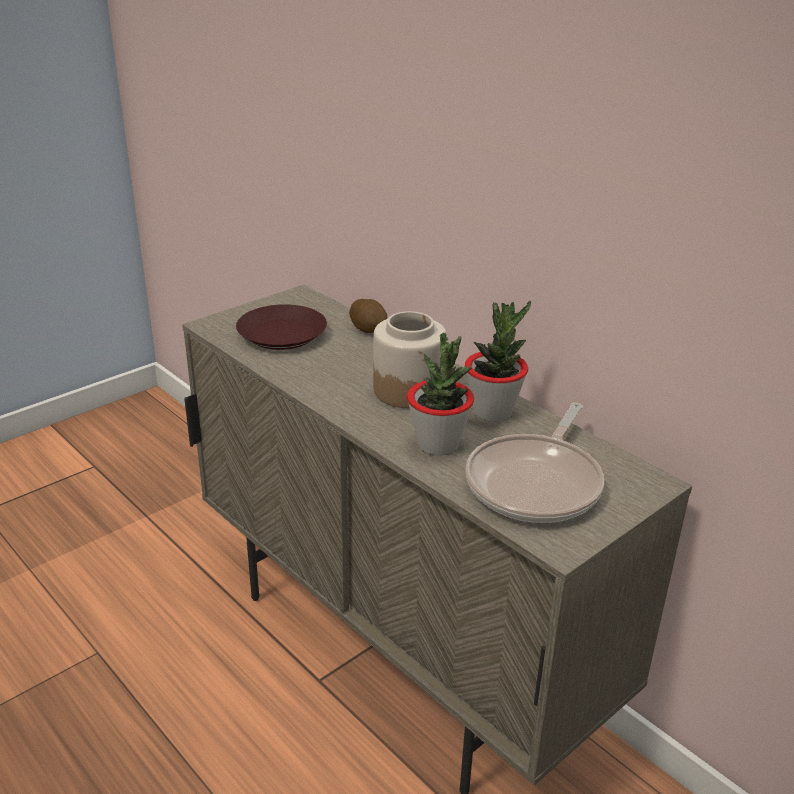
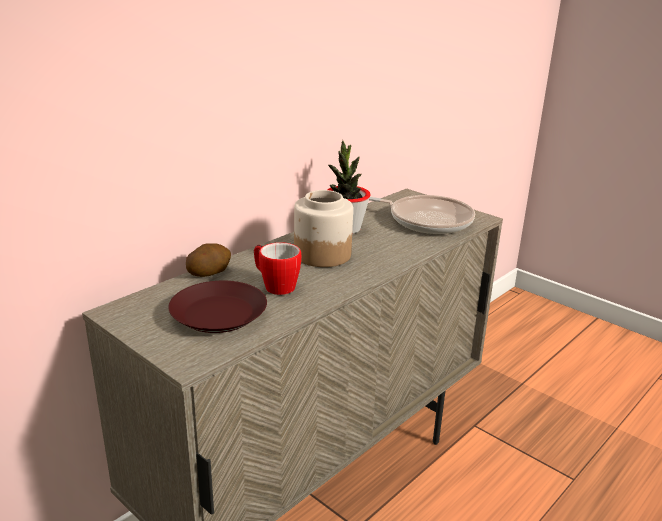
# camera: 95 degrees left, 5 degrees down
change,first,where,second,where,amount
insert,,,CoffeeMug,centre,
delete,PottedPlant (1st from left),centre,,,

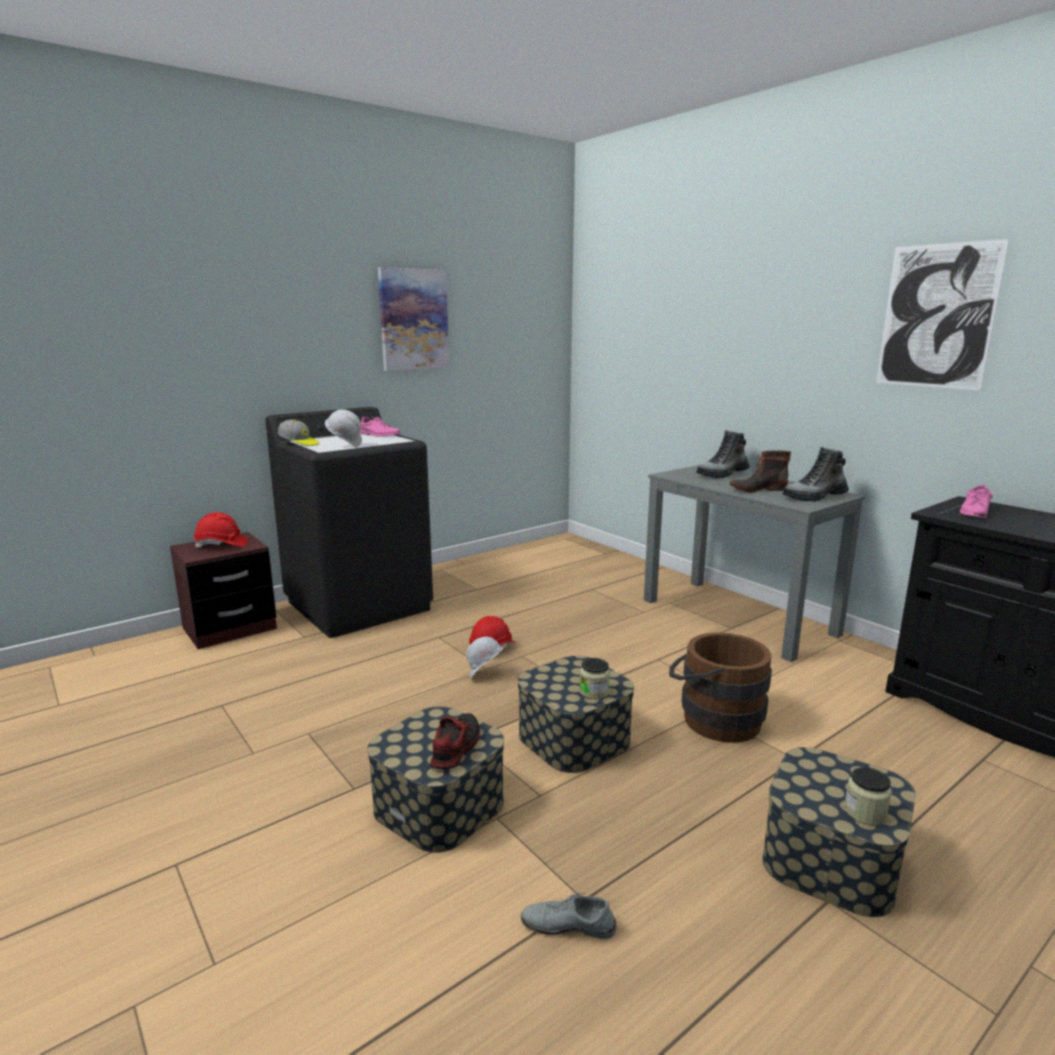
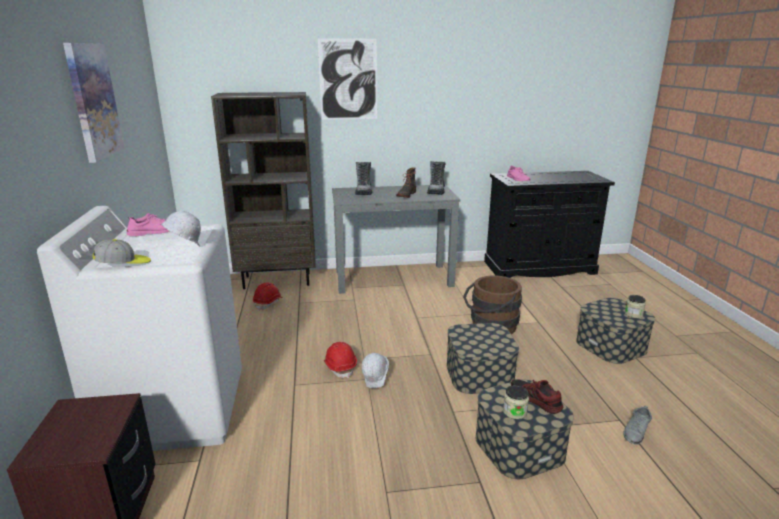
# camera: 60 degrees left, 5 degrees up
change,first,where,second,where,amount
recolor,BlackColouredLaundryAppliance,middle left,WhiteLaundryAppliance,middle left,
insert,,,BrownBookshelf,centre,
move,ReddishWorkHelmet (1st from left),middle left,,centre,
move,WallPicture (2nd from left),top right,,top centre,
move,StorageJar (1st from left),centre,,bottom centre,

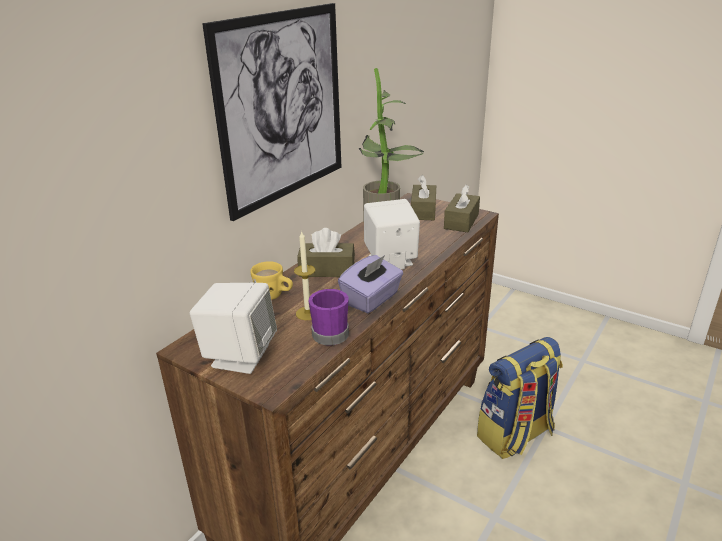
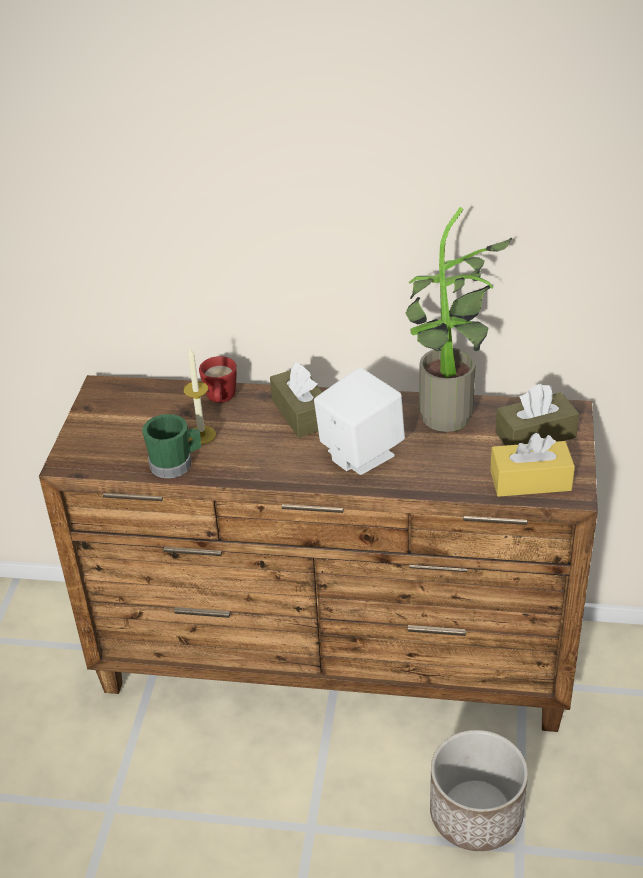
# camera: 65 degrees right, 10 degrees up
change,first,where,second,where,amount
recolor,PurplishCoffeeMug,centre,GreenColouredCoffeeMug,middle left,
recolor,YellowishCoffeeMug,centre,ReddishCoffeeMug,centre,
replace,Knapsack,bottom right,PlantPot,bottom right,
recolor,BrownTissueHolder (3rd from left),centre,YellowishTissueHolder,middle right,
delete,WhiteSpeaker (1st from left),middle left,,,
delete,WallPicture,top centre,,,
delete,PurplishTissueHolder,centre,,,

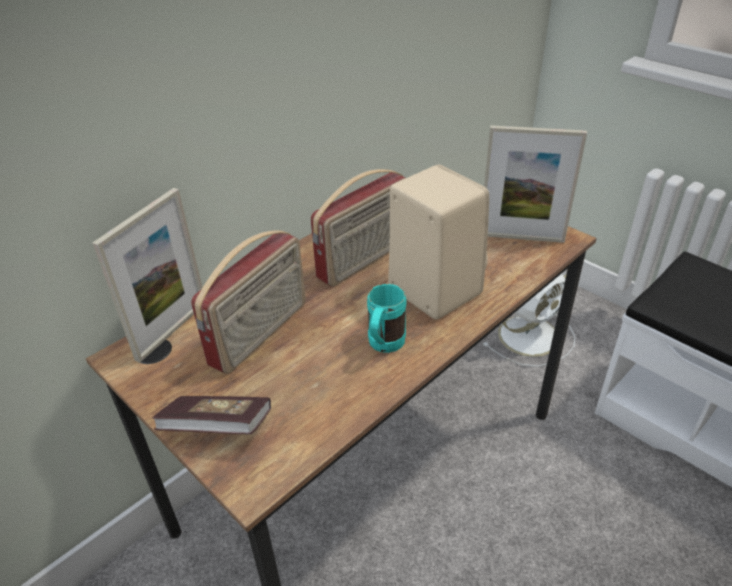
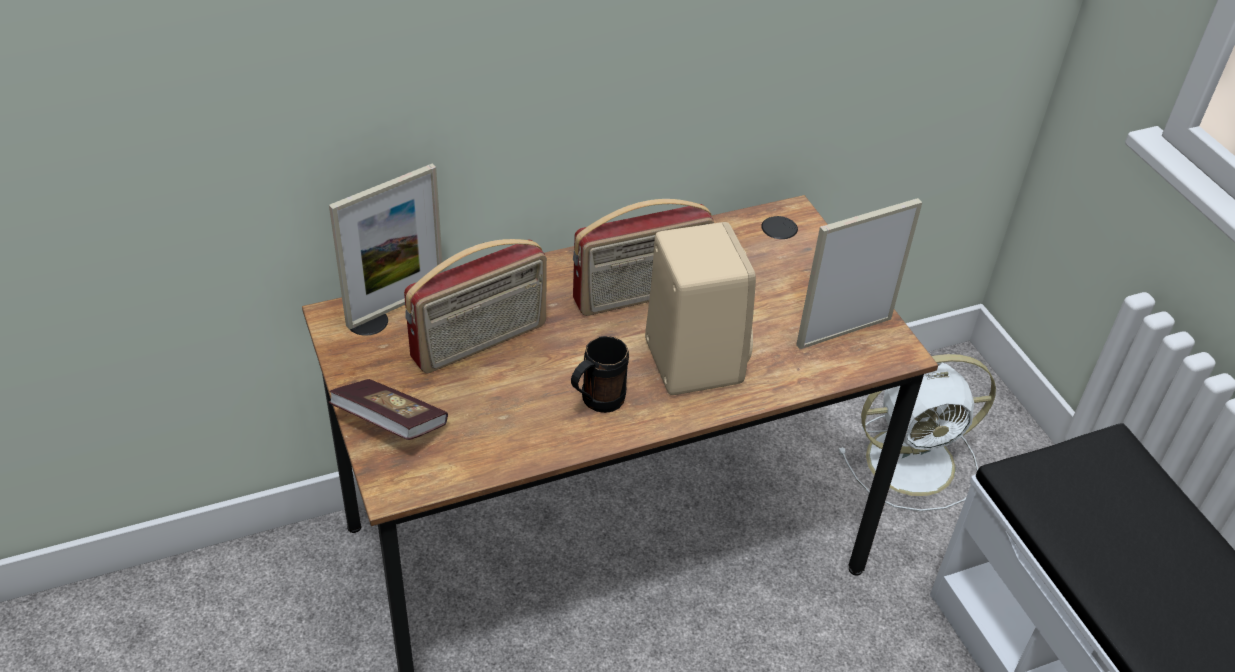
# camera: 20 degrees right, 5 degrees up
change,first,where,second,where,amount
recolor,TurquoiseColouredCoffeeMug,centre,BlackColouredCoffeeMug,centre,
rotate,StandingFrame (2nd from left),top right,,middle right,120 degrees clockwise

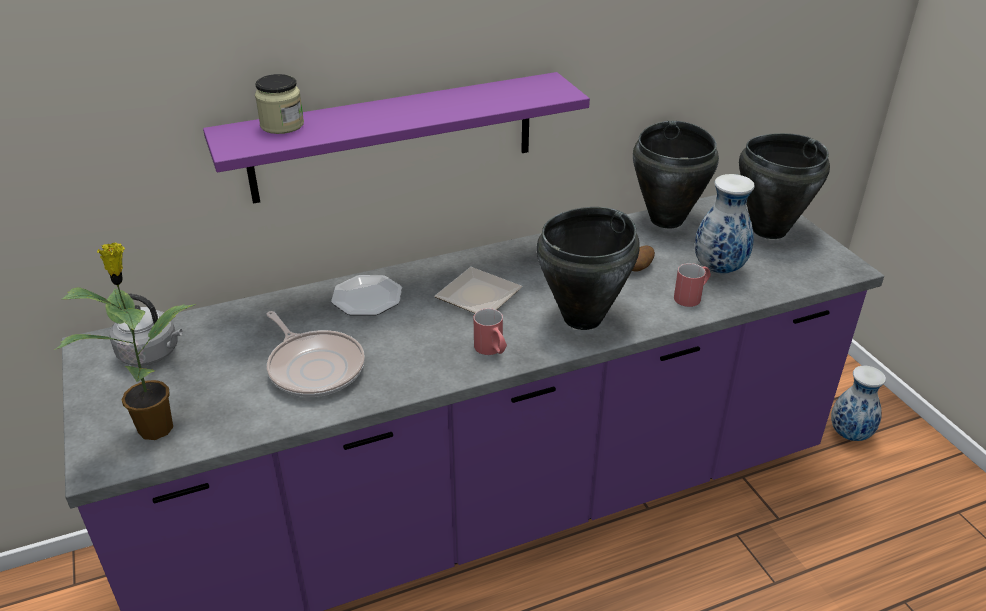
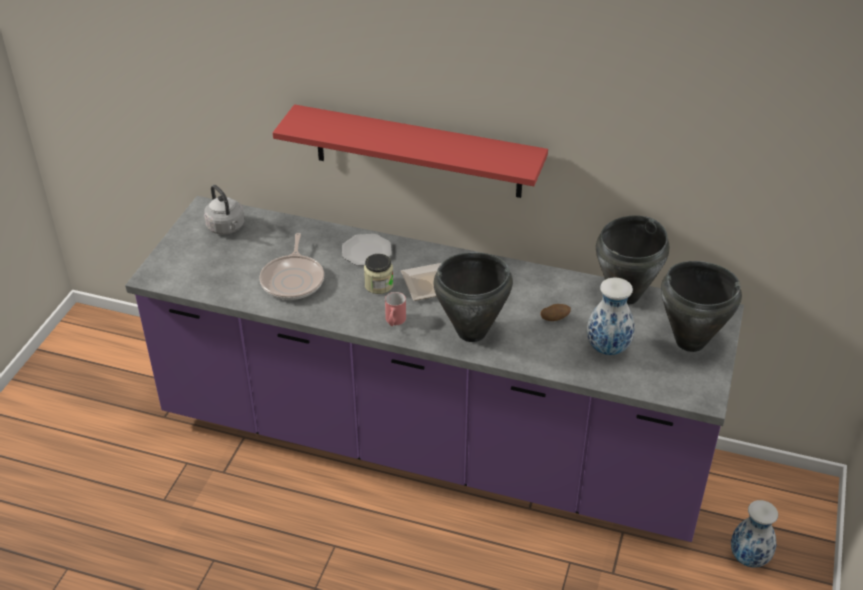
# camera: 40 degrees right, 5 degrees up
change,first,where,second,where,amount
recolor,PurplishBracketShelf,top centre,ReddishBracketShelf,top centre,
move,StorageJar,top left,,centre,
delete,PottedPlant,middle left,,,
delete,ReddishCoffeeMug (2nd from left),middle right,,,

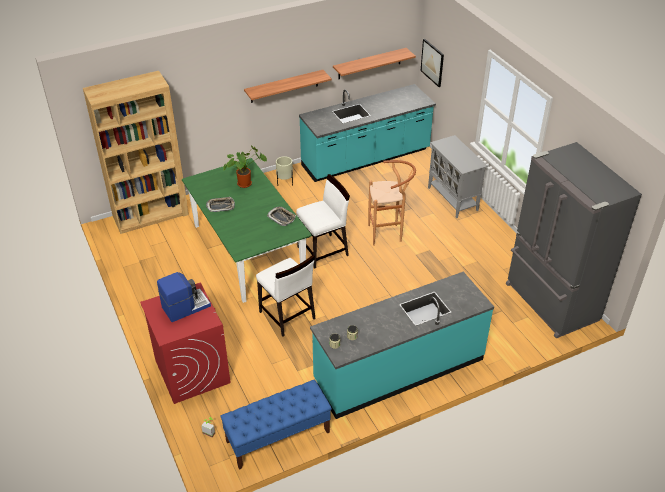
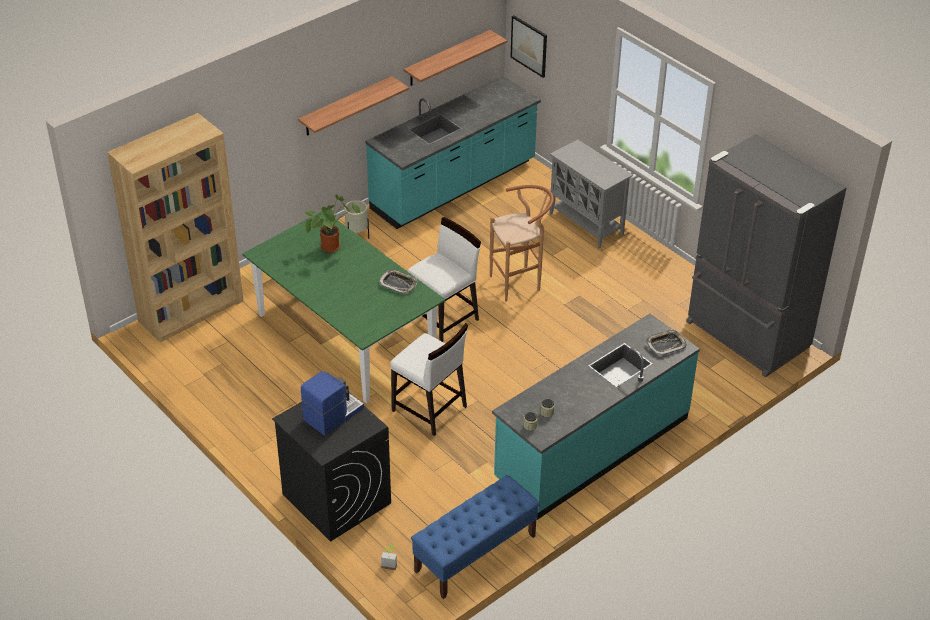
# camera: 15 degrees left, 0 degrees up
change,first,where,second,where,amount
recolor,ReddishLaundryAppliance,bottom left,BlackColouredLaundryAppliance,bottom centre,
move,CarryingTray (1st from left in the first image),middle left,CarryingTray (2nd from left),middle right,

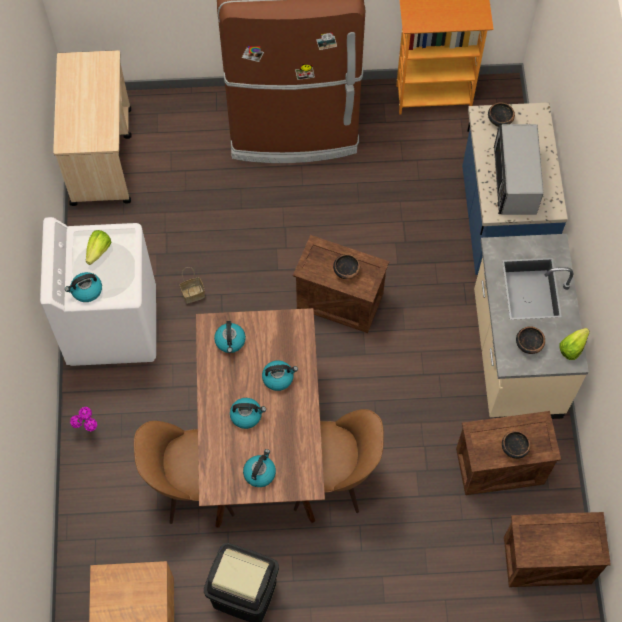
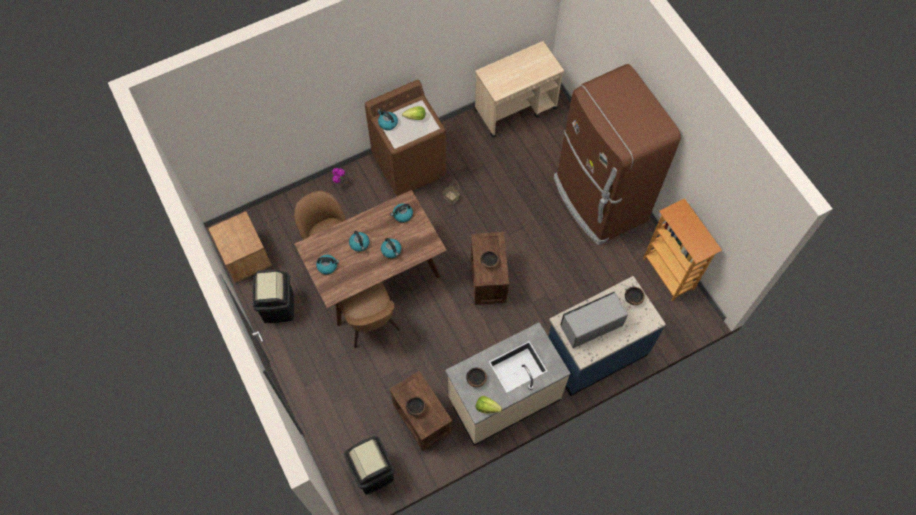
# camera: 65 degrees right, 0 degrees up
change,first,where,second,where,amount
replace,Crate (3rd from left),bottom right,BlackColouredTrashCan (2nd from left),bottom centre,
recolor,WhiteLaundryAppliance,middle left,BrownLaundryAppliance,top centre,

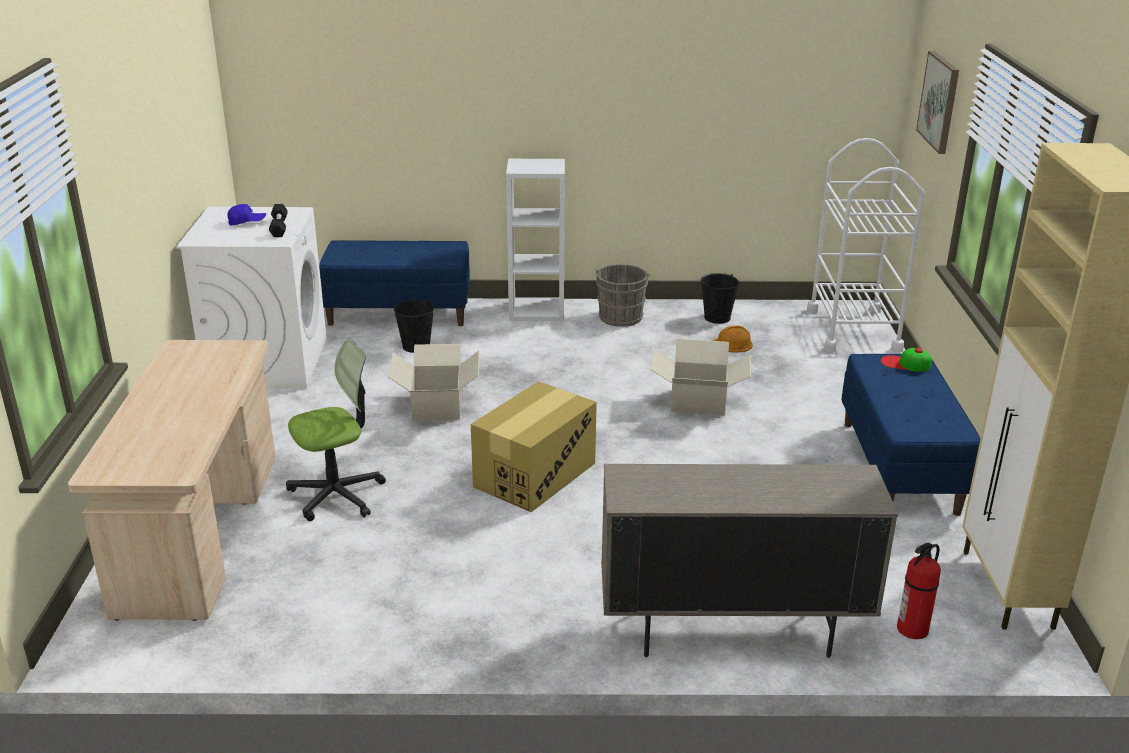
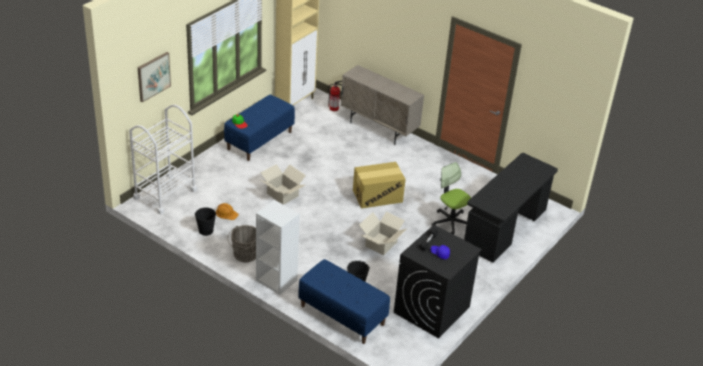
# camera: 145 degrees left, 10 degrees up
change,first,where,second,where,amount
recolor,WhiteLaundryAppliance,middle left,BlackColouredLaundryAppliance,bottom centre,
rotate,ComputerChair,middle left,,centre,45 degrees clockwise
recolor,SandColouredDesk,middle left,BlackColouredDesk,middle right,

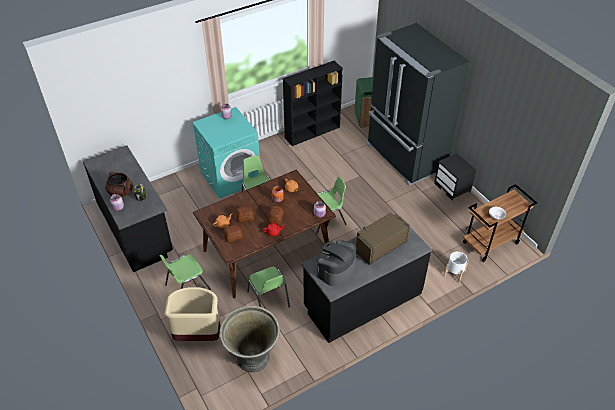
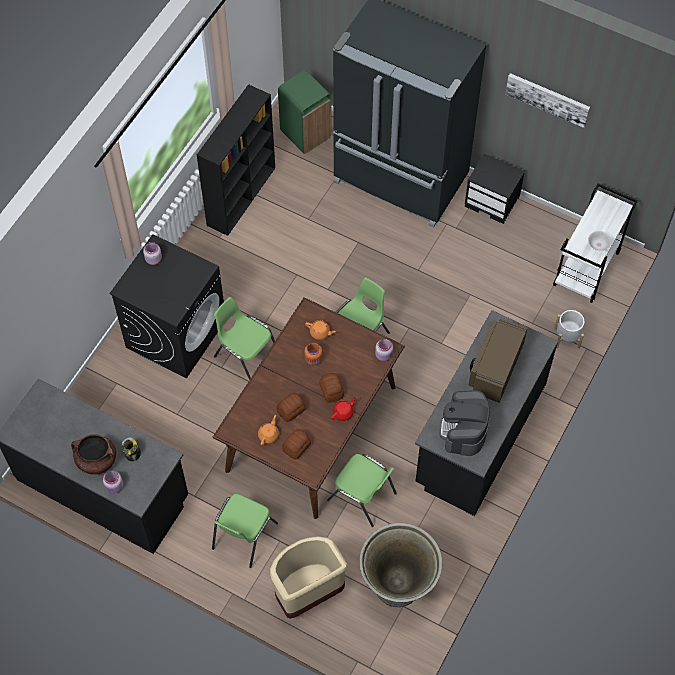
# camera: 30 degrees left, 15 degrees up
change,first,where,second,where,amount
recolor,TurquoiseColouredLaundryAppliance,centre,BlackColouredLaundryAppliance,middle left,
insert,,,WallPicture,top right,
recolor,BrownTrolley,middle right,WhiteTrolley,middle right,

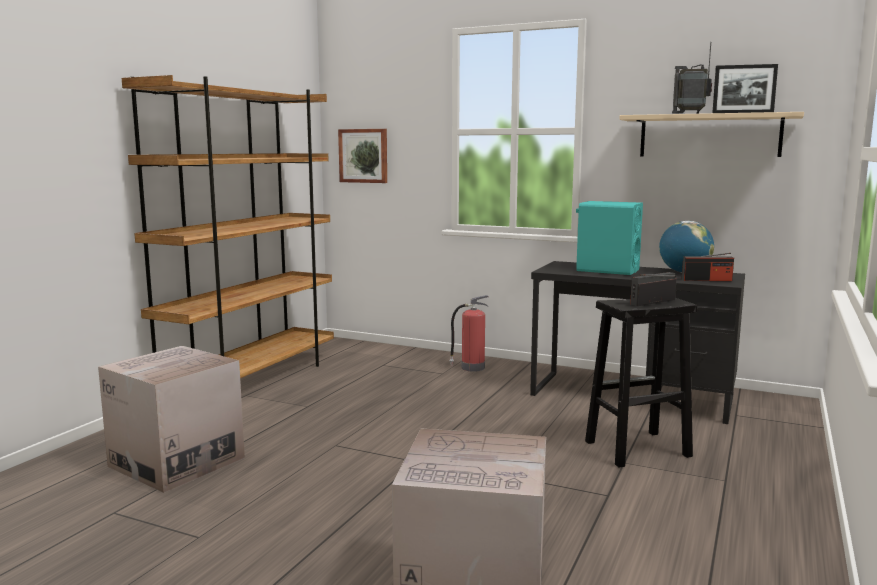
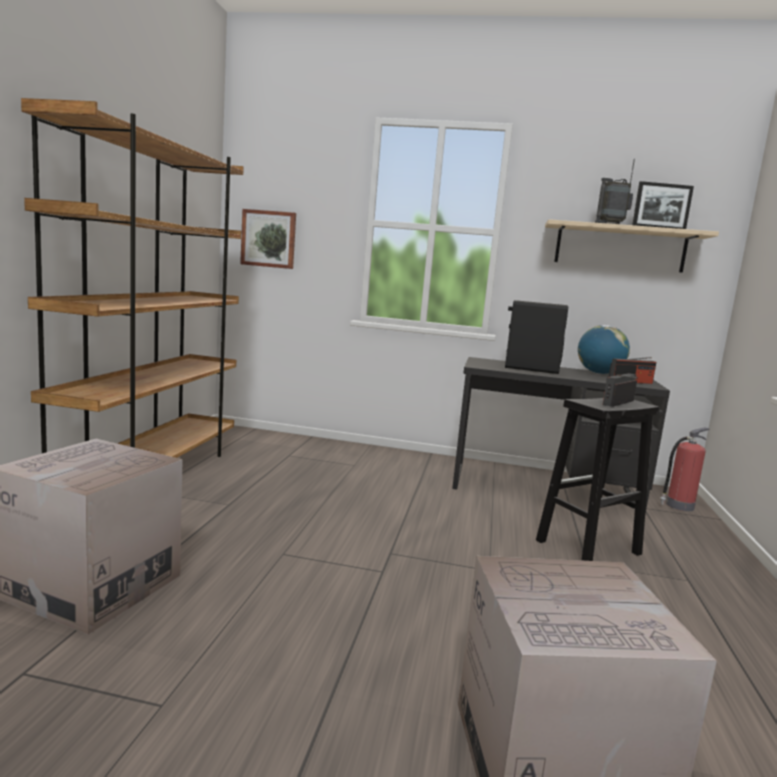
# camera: 15 degrees left, 0 degrees up
change,first,where,second,where,amount
recolor,TurquoiseColouredSpeaker,middle right,BlackColouredSpeaker,middle right,
move,Extinguisher,centre,,middle right,

